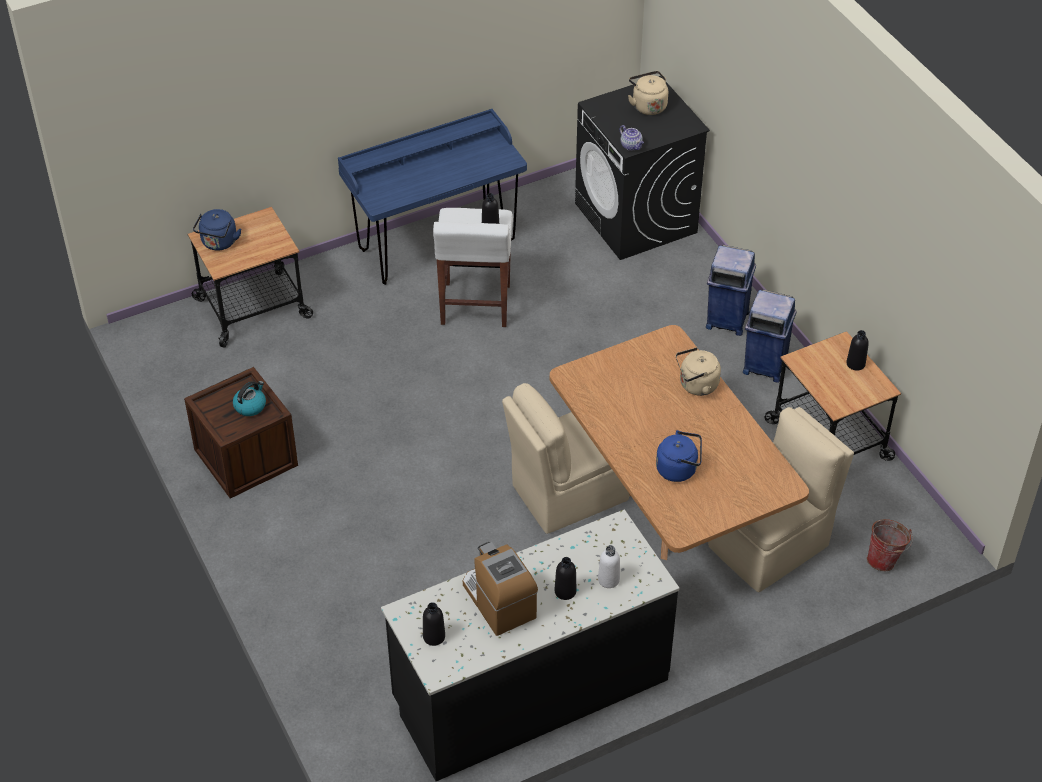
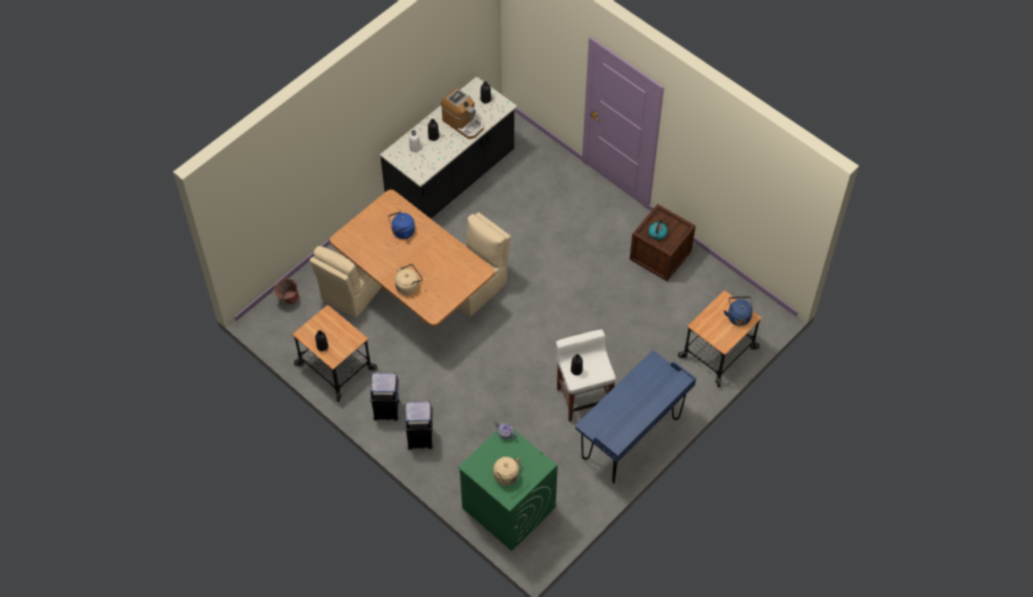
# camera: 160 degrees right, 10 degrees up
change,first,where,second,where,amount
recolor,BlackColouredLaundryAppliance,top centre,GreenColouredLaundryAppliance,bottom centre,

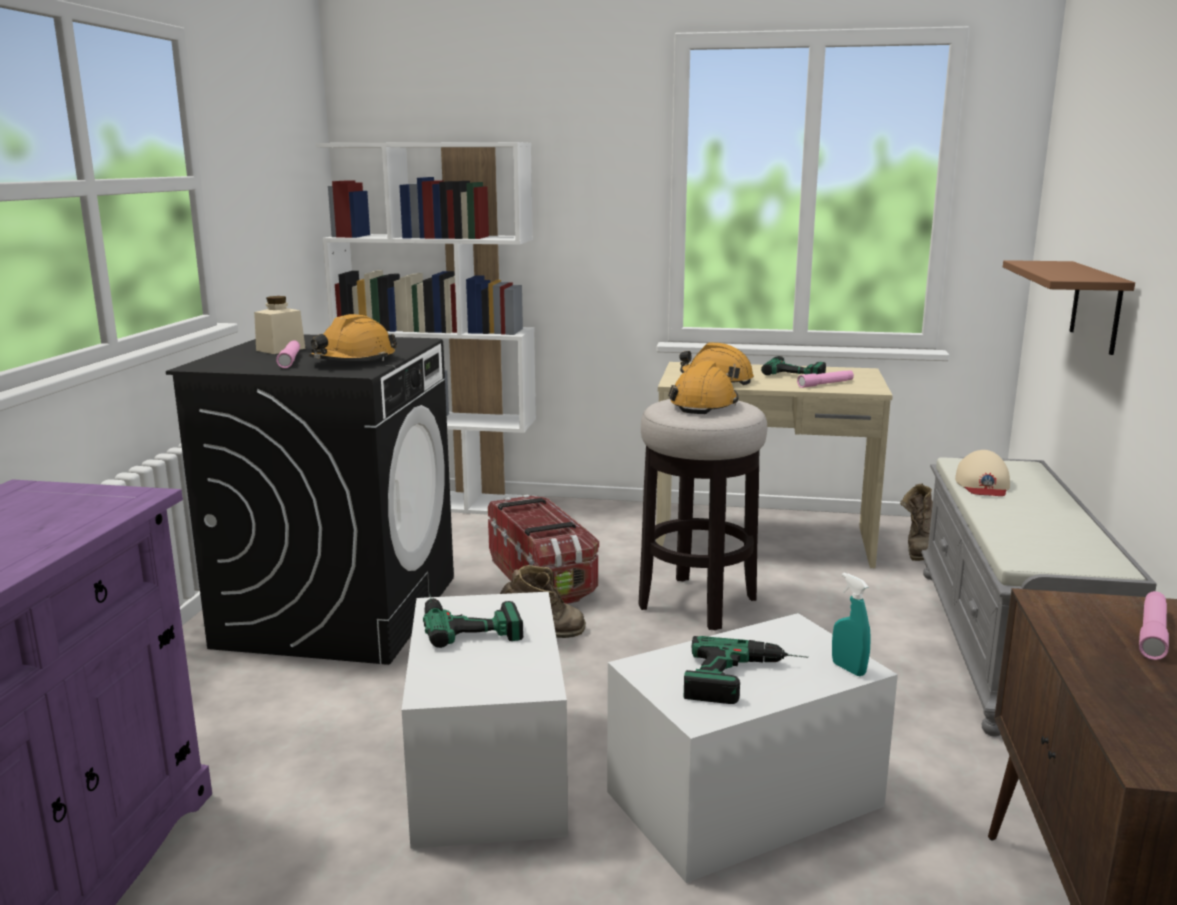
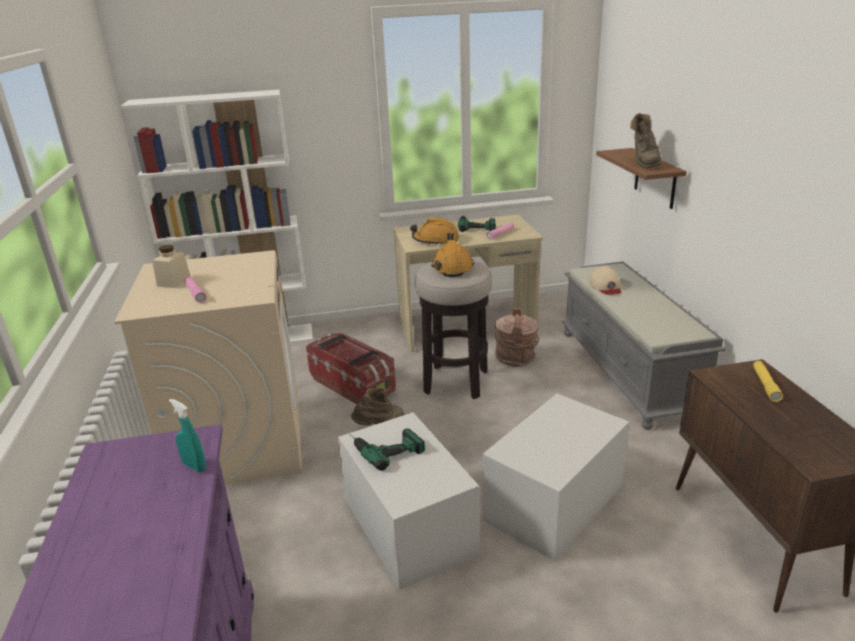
# camera: 20 degrees left, 10 degrees up
change,first,where,second,where,amount
recolor,BlackColouredLaundryAppliance,middle left,SandColouredLaundryAppliance,middle left,
move,TurquoiseColouredSprayBottle,bottom right,,bottom left,
insert,,,BrownWaterBucket,centre,
move,BrownBoot (2nd from left),middle right,,top right,
recolor,PinkColouredTorch (3rd from left),bottom right,YellowishTorch,middle right,
delete,OrangeWorkHelmet (1st from left),middle left,,,
delete,Drill (2nd from left),bottom centre,,,

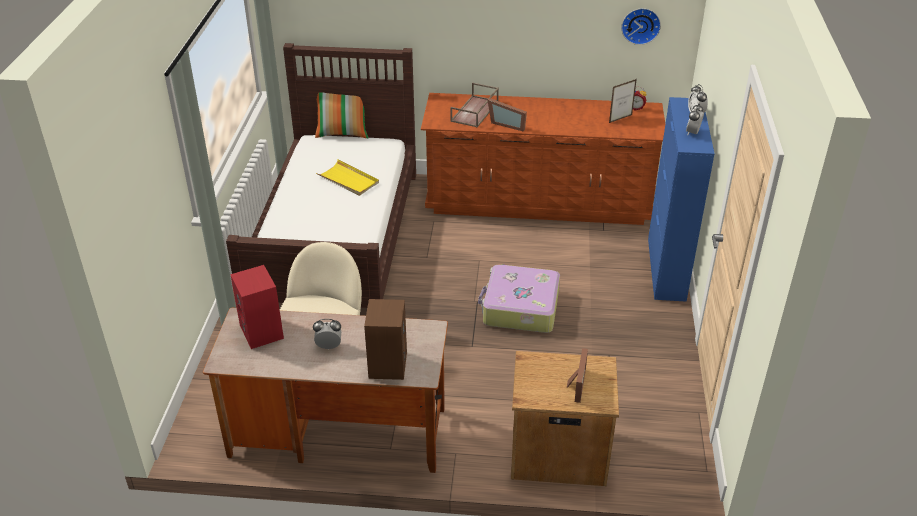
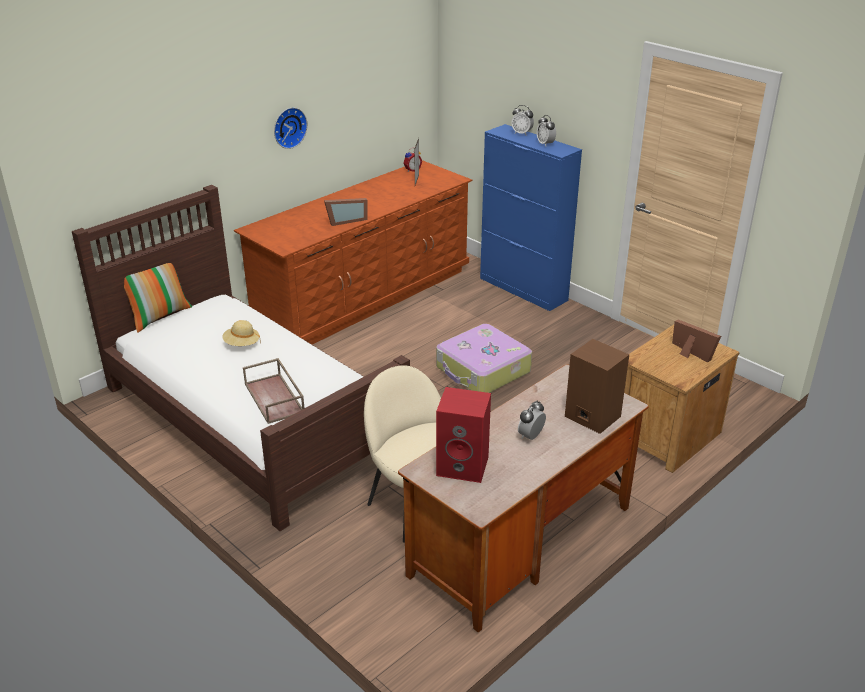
# camera: 50 degrees left, 5 degrees down
change,first,where,second,where,amount
replace,YellowishCarryingTray,centre,SandColouredHat,middle left,
move,BrownCarryingTray,top centre,,middle left,
move,ClockOnTheWall,top right,,top centre,

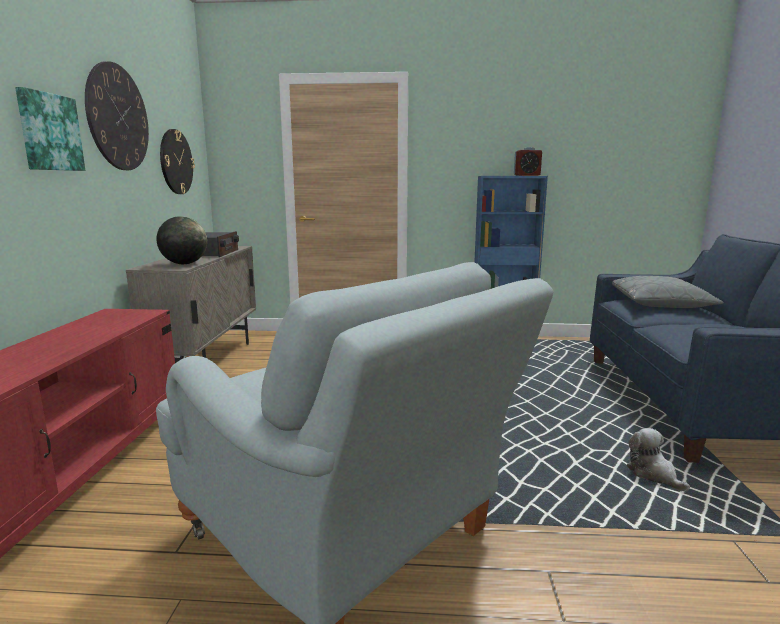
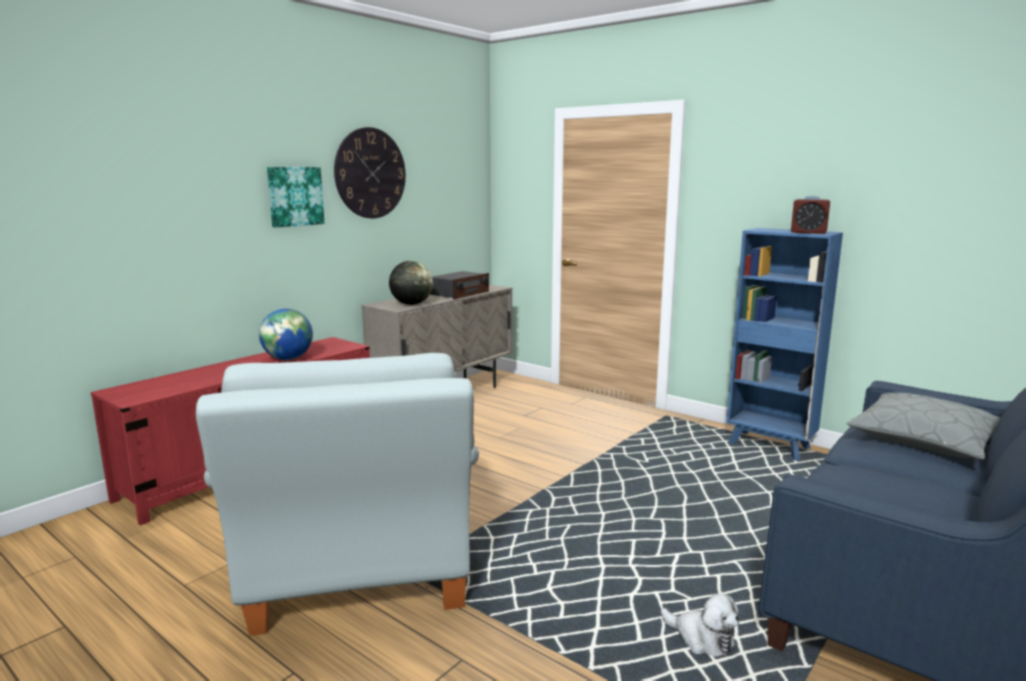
# camera: 35 degrees right, 0 degrees up
change,first,where,second,where,amount
insert,,,DeskGlobe (1st from left),middle left,
rotate,CuddlyToy,bottom right,,bottom right,120 degrees clockwise
delete,ClockOnTheWall (2nd from left),top left,,,

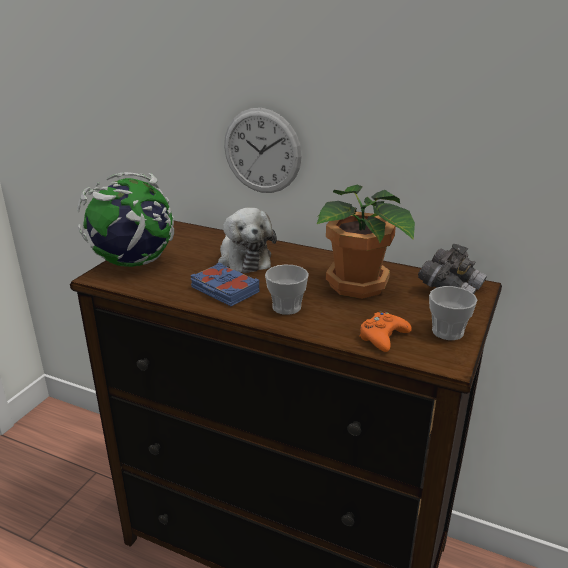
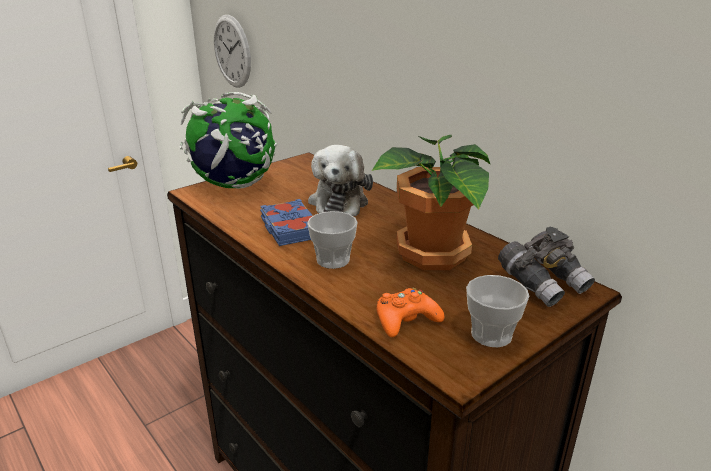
# camera: 25 degrees right, 0 degrees up
change,first,where,second,where,amount
move,ClockOnTheWall,top centre,,top left,

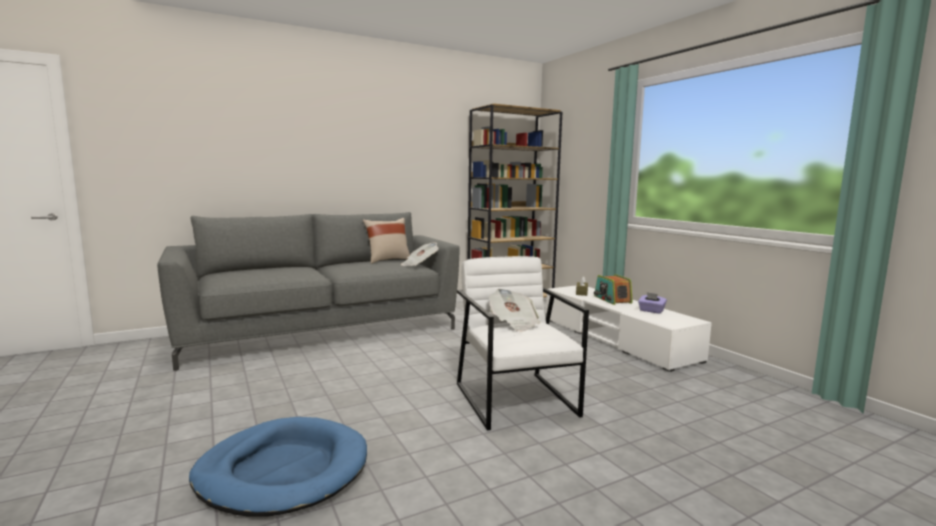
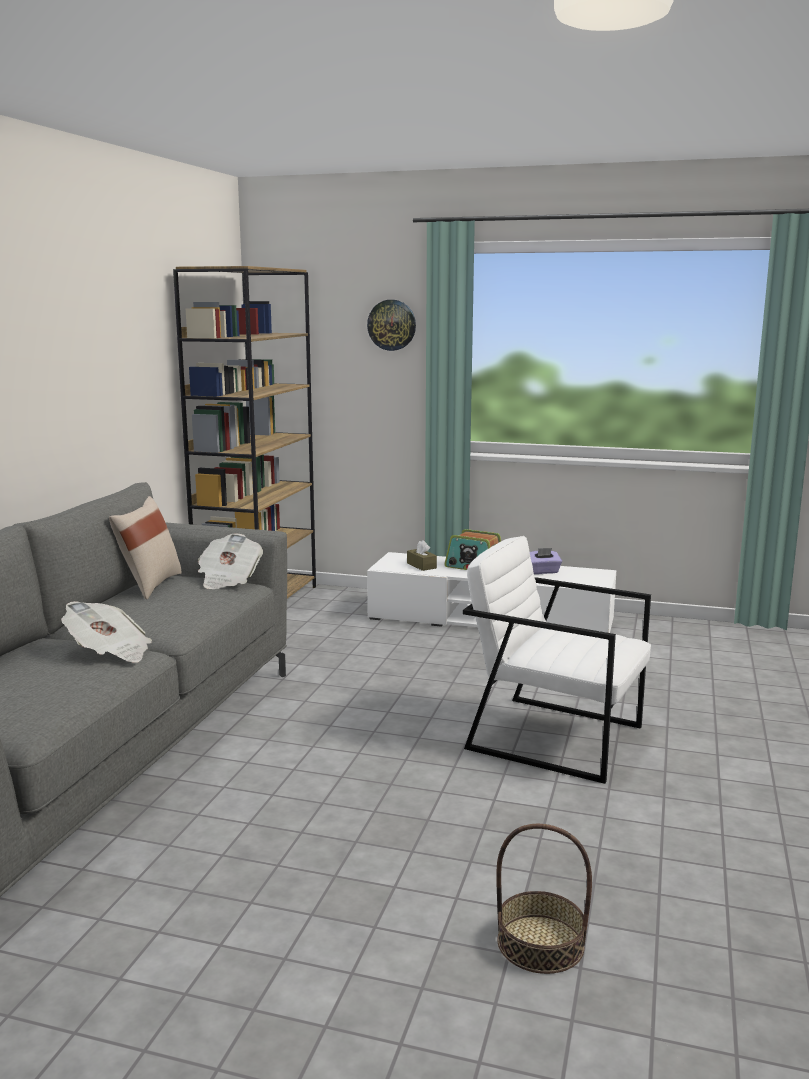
# camera: 45 degrees left, 5 degrees up
change,first,where,second,where,amount
move,PrintedPaper (2nd from left in the first image),centre,PrintedPaper (1st from left),middle left,
insert,,,ClockOnTheWall,top centre,
replace,BlueColouredDogCushion,bottom left,StorageBasket,bottom right,

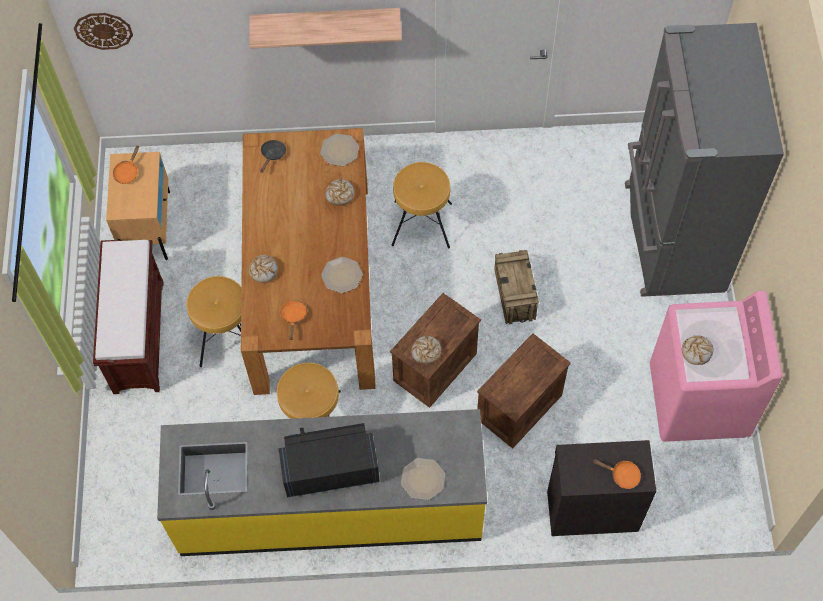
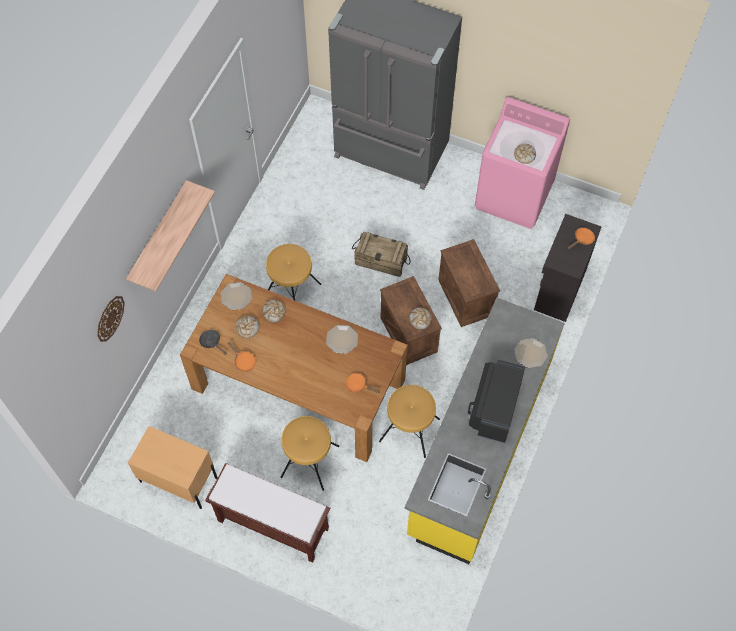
# camera: 65 degrees left, 0 degrees up
change,first,where,second,where,amount
move,ClockOnTheWall,top left,,middle left,
move,OrangeSkillet (1st from left),top left,,middle left,
move,Bread (1st from left),middle left,,centre,

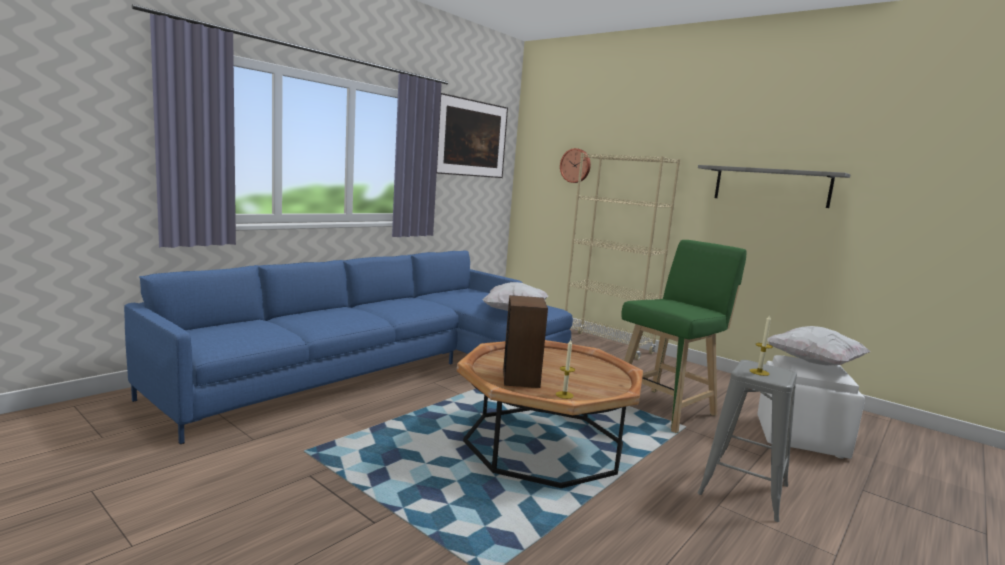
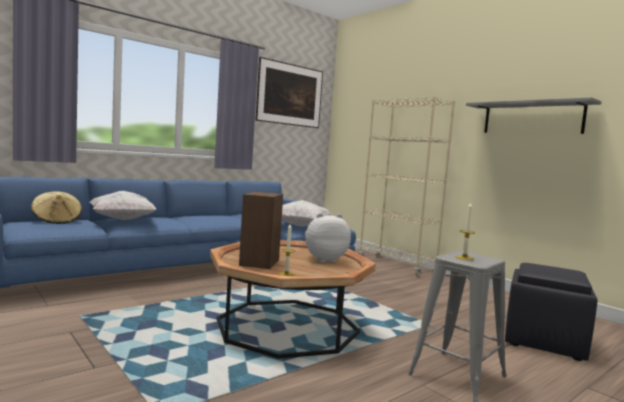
# camera: 10 degrees right, 5 degrees down
change,first,where,second,where,amount
insert,,,SandColouredHat,middle left,
move,WhitePillow (2nd from left in the first image),middle right,WhitePillow (1st from left),middle left,
insert,,,CuddlyToy,centre,
recolor,WhiteFootrest,bottom right,BlackColouredFootrest,bottom right,
delete,ClockOnTheWall,top centre,,,
delete,GreenColouredStool,middle right,,,

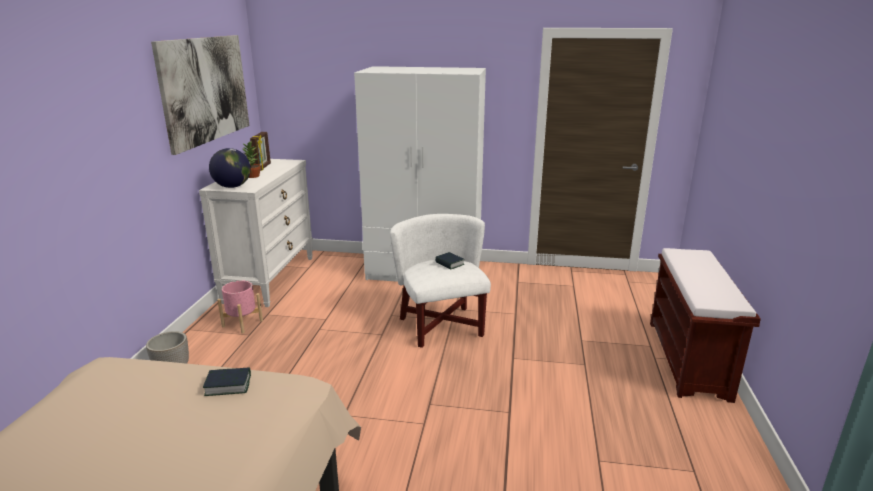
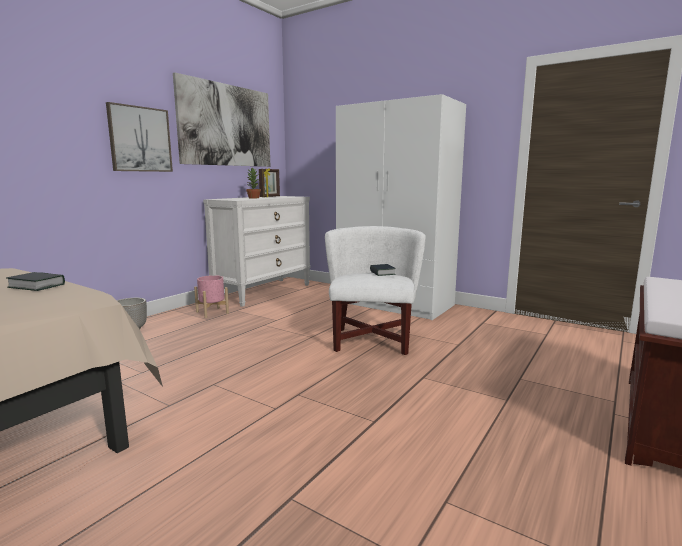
# camera: 25 degrees right, 10 degrees down
change,first,where,second,where,amount
insert,,,WallPicture (1st from left),top left,
delete,DeskGlobe,middle left,,,

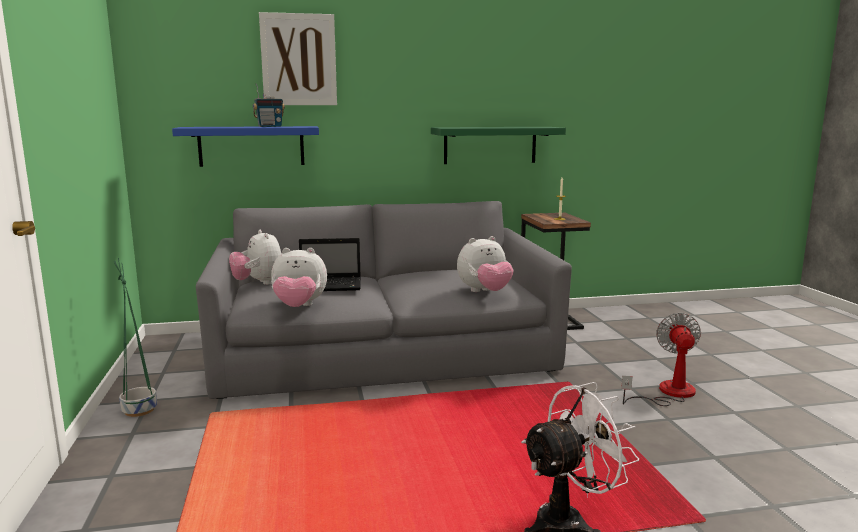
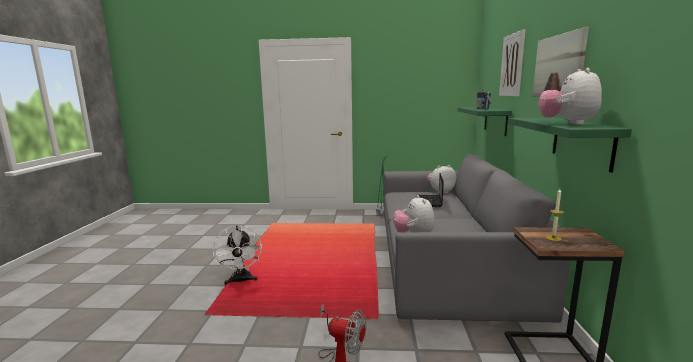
# camera: 105 degrees right, 0 degrees up
change,first,where,second,where,amount
recolor,BlueColouredBracketShelf,top left,GreenColouredBracketShelf (1st from left),middle right,
insert,,,WallPicture (2nd from left),top right,
move,CuddlyToy (2nd from left in the first image),centre,CuddlyToy (3rd from left),top right,

